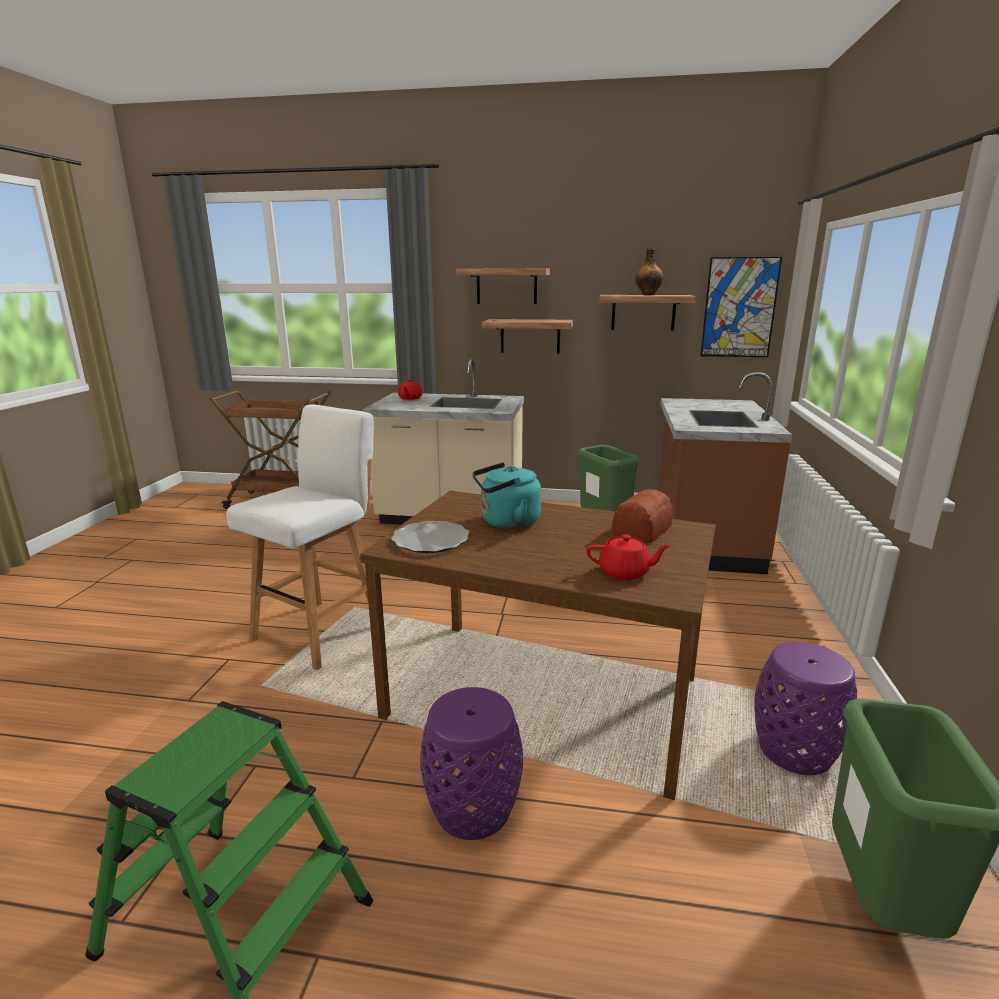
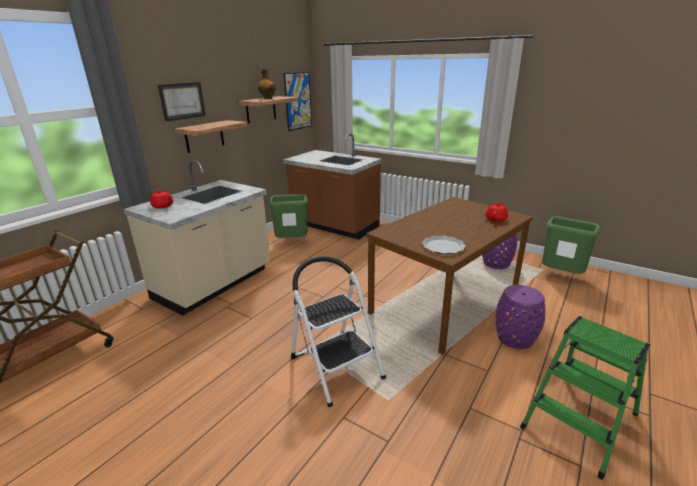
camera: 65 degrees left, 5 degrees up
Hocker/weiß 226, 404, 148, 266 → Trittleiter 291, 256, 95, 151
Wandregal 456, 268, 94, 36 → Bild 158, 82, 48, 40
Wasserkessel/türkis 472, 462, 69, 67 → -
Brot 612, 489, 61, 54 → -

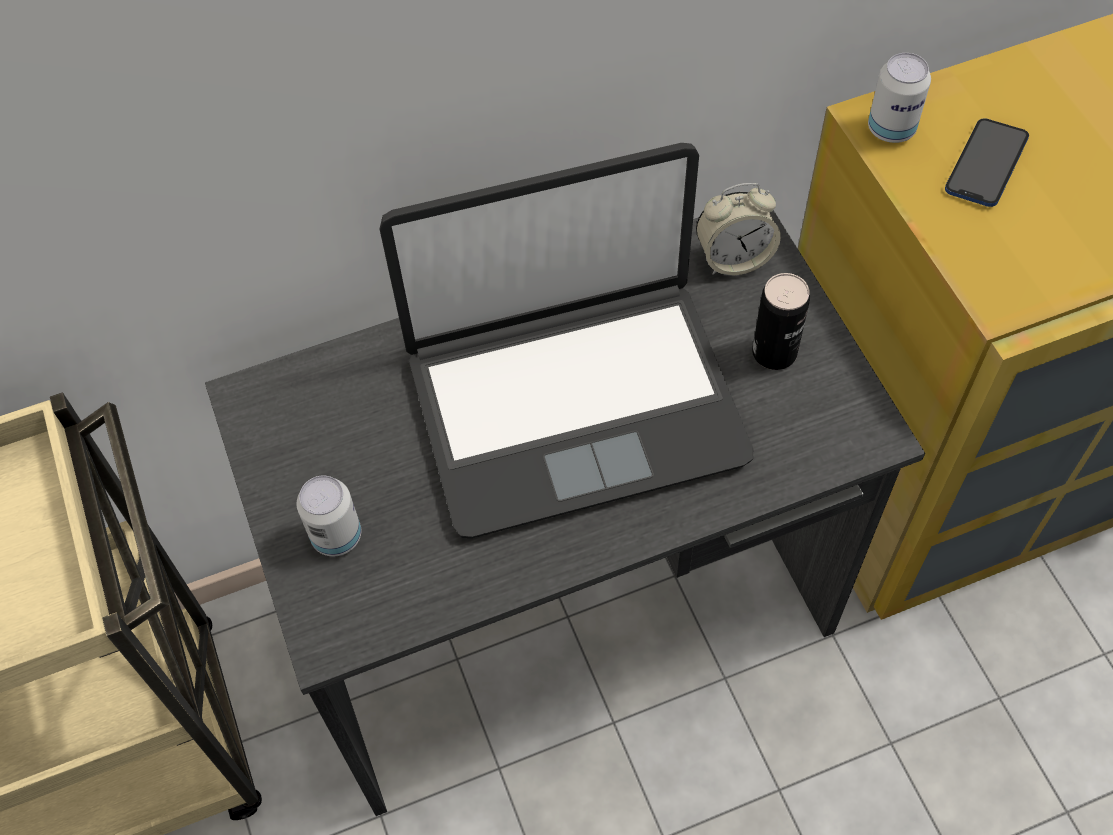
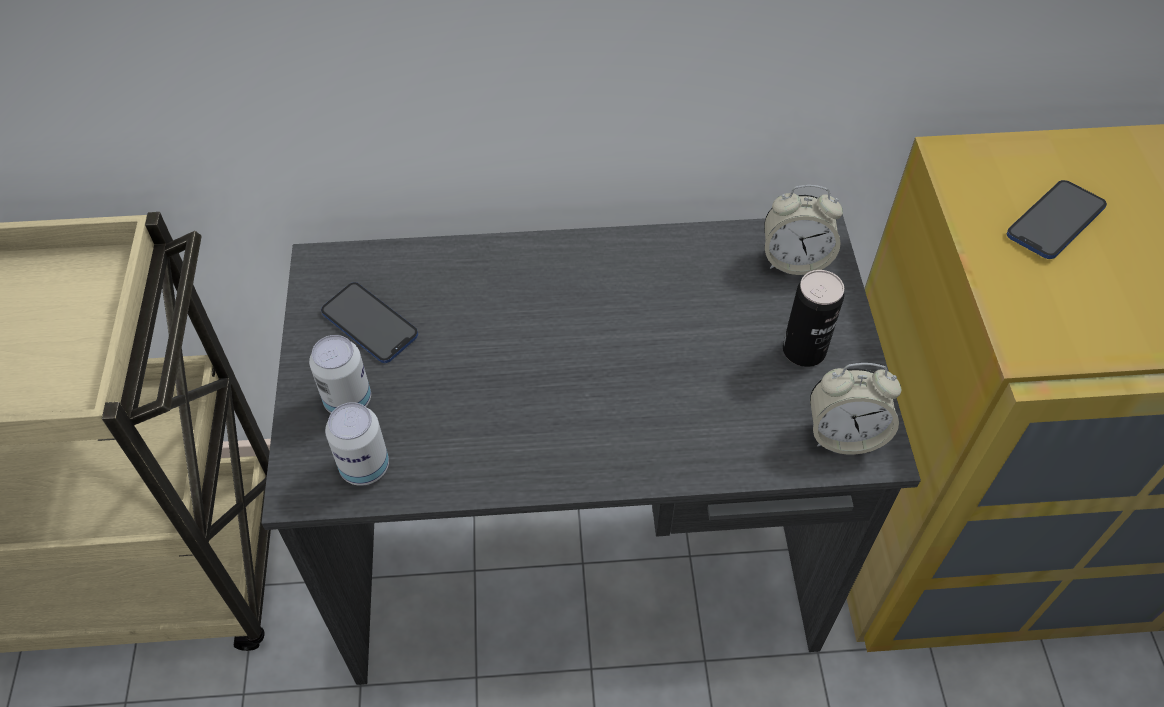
camera: 15 degrees right, 5 degrees down
Laptop 380, 143, 373, 395 → -
Dose 868, 53, 63, 90 → Dose 325, 402, 64, 84, shifted
- → Handy 321, 282, 97, 81
- → Wecker 810, 363, 91, 92

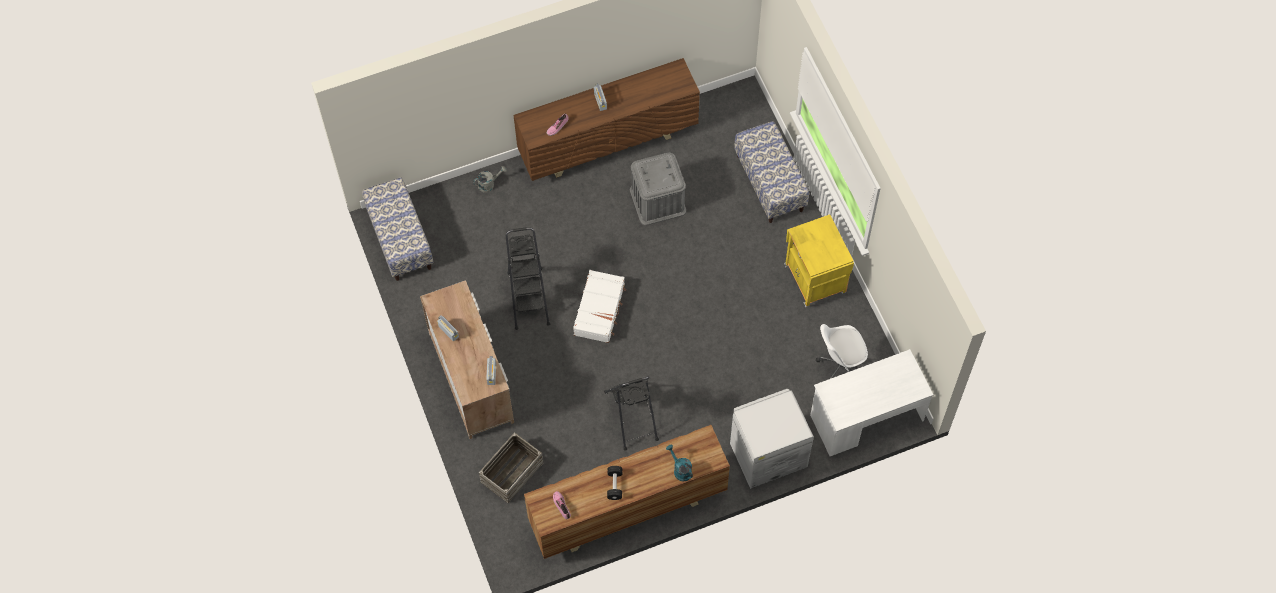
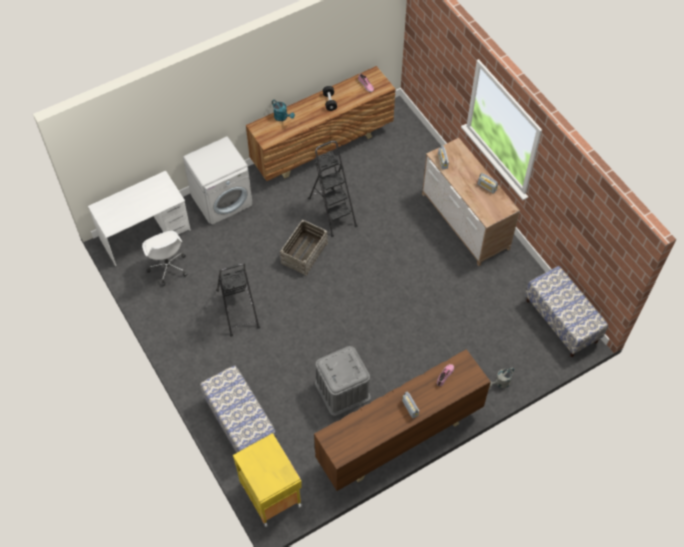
camera: 170 degrees right, 5 degrees down
Kiste 479, 432, 64, 71 → Kiste 280, 219, 48, 57, shifted
Trittleiter 506, 228, 44, 102 → Trittleiter 216, 263, 44, 73, shifted
Koffer/weiß 573, 270, 53, 73 → -
Rollwagen/gelb 784, 215, 70, 93 → Rollwagen/gelb 233, 433, 69, 94, shifted
Bürostuhl/weiß 815, 324, 53, 55 → Bürostuhl/weiß 142, 231, 45, 55, 90 degrees clockwise

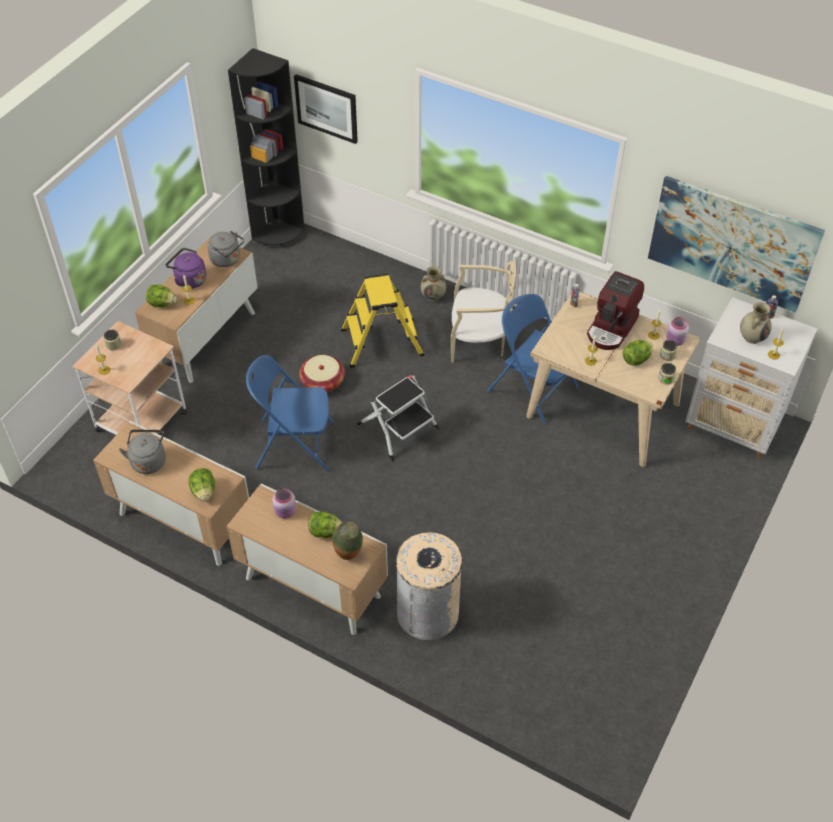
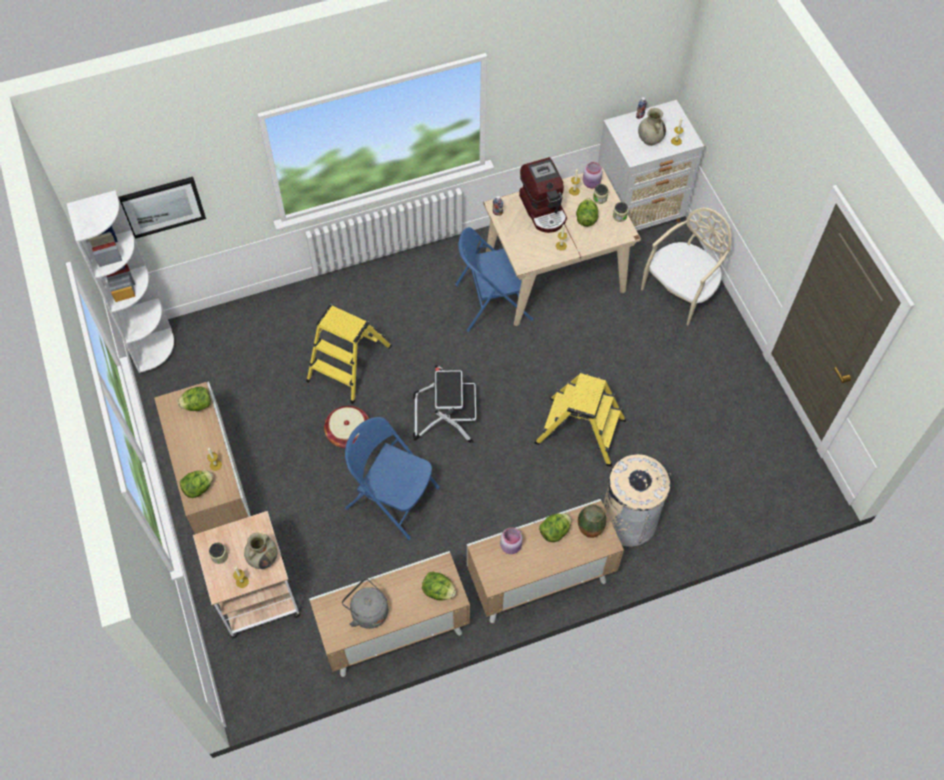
camera: 50 degrees left, 10 degrees up
Wasserkessel/lila 166, 248, 40, 41 → -
Wasserkessel/grau 207, 231, 37, 36 → Salatkopf 178, 387, 33, 24
Bücherregal/schwarz 228, 48, 77, 198 → Bücherregal/weiß 67, 190, 107, 183
Stuhl/blau 246, 355, 87, 116 → Stuhl/blau 345, 417, 95, 123, 75 degrees clockwise
Vase/beige 421, 266, 25, 35 → Vase/beige 244, 533, 33, 36, shifted
Stuhl/beige 451, 261, 65, 101 → Stuhl/beige 641, 207, 91, 119, shifted
Bild 648, 176, 177, 137 → -
- → Trittleiter/gelb 534, 371, 92, 96

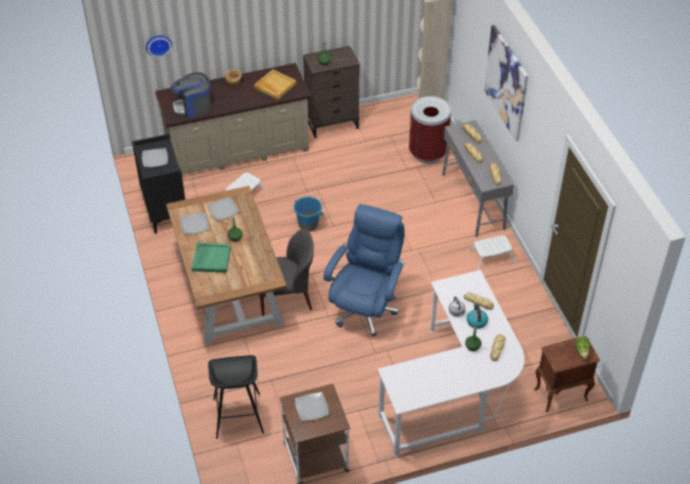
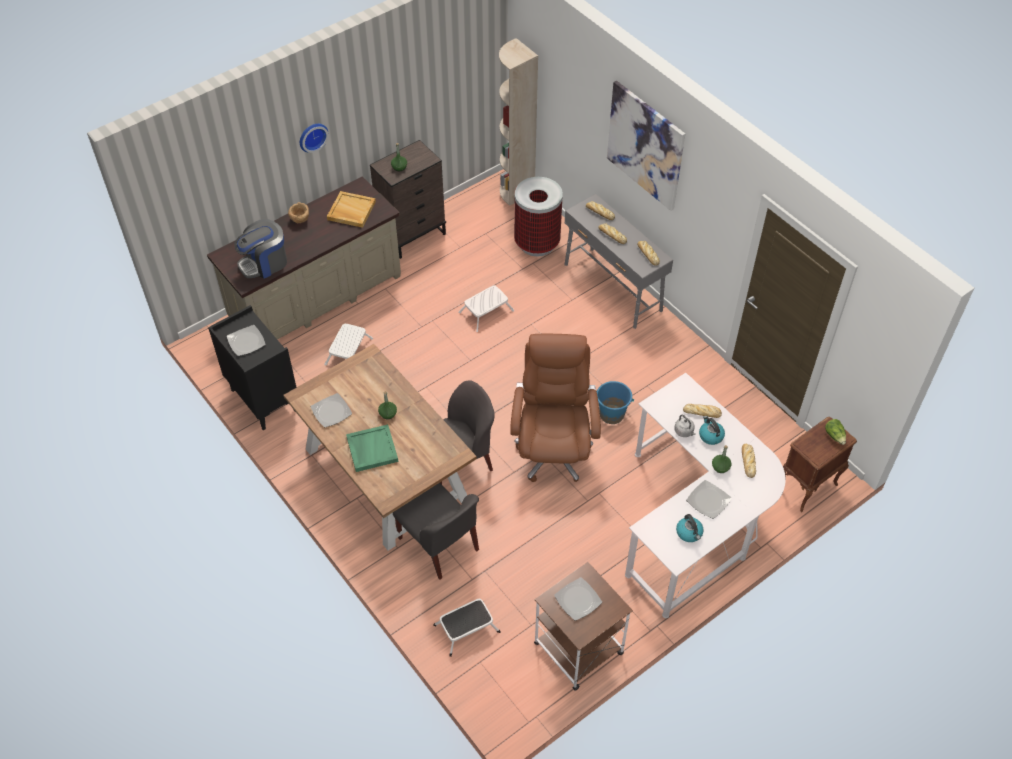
camera: 20 degrees left, 5 degrees up
Wanduhr 146, 35, 26, 23 → Wanduhr 300, 124, 29, 29, shifted
Teller 207, 197, 32, 23 → Teller 686, 480, 46, 39, shifted
Hocker/schwarz 208, 355, 56, 84 → Trittleiter/schwarz 433, 599, 68, 58
Eimer/blau 293, 196, 31, 35 → Eimer/blau 596, 381, 38, 43, shifted
Bürostuhl/blau 323, 204, 82, 132 → Bürostuhl/braun 510, 334, 91, 148
Trittleiter/weiß 468, 235, 48, 35 → Trittleiter/weiß 458, 285, 56, 47, shifted
- → Stuhl/grau 393, 483, 86, 97
- → Wasserkessel 676, 514, 28, 28

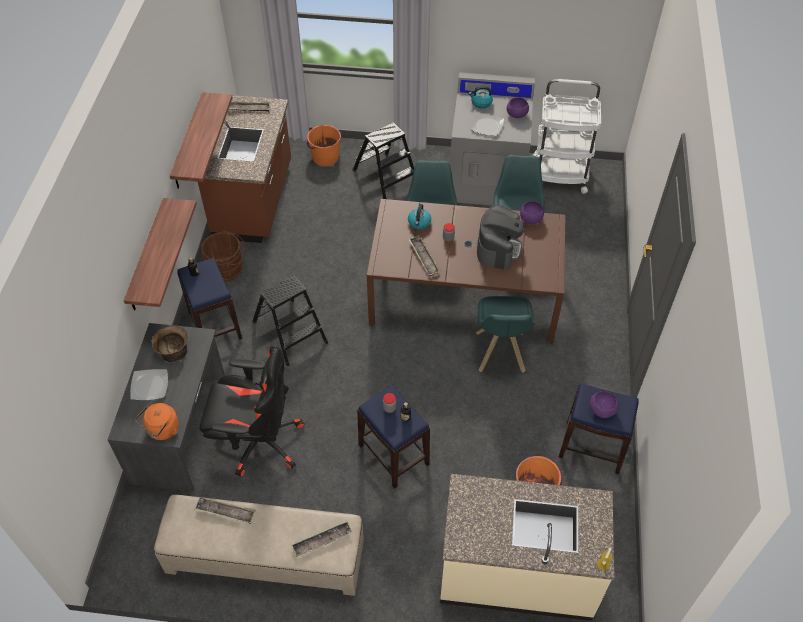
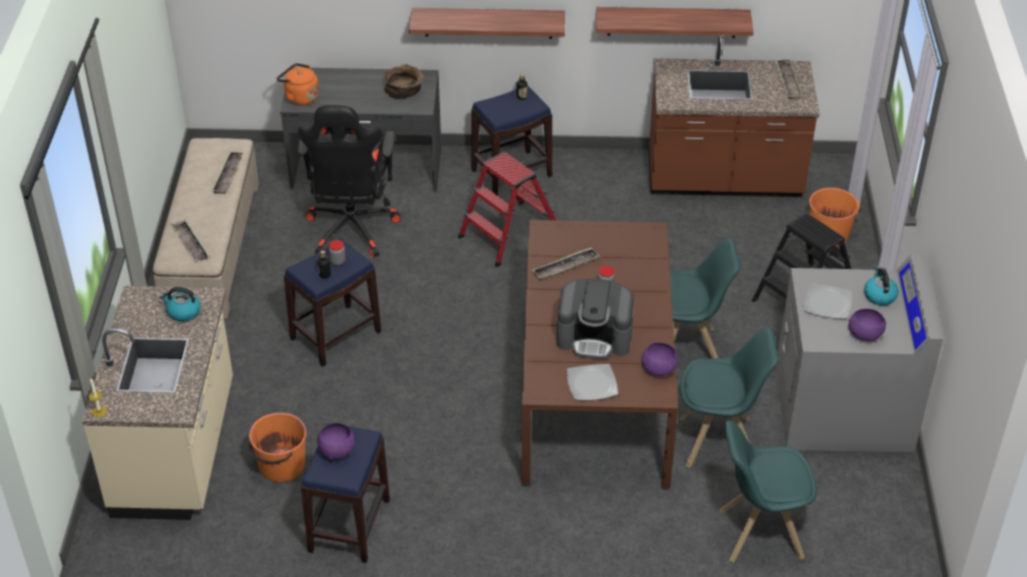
camera: 85 degrees right, 10 degrees down
Teller 130, 369, 38, 32 → Teller 567, 364, 51, 37, shifted
Eimer/braun 201, 231, 44, 51 → -
Trittleiter/schwarz 252, 275, 76, 91 → Trittleiter/rot 458, 151, 98, 116
Wasserkessel 408, 204, 23, 25 → Wasserkessel 160, 287, 41, 35, shifted
Stuhl/türkis 476, 296, 59, 77 → Stuhl/türkis 719, 420, 98, 143, shifted
Rollwagen/weiß 533, 79, 68, 115 → -

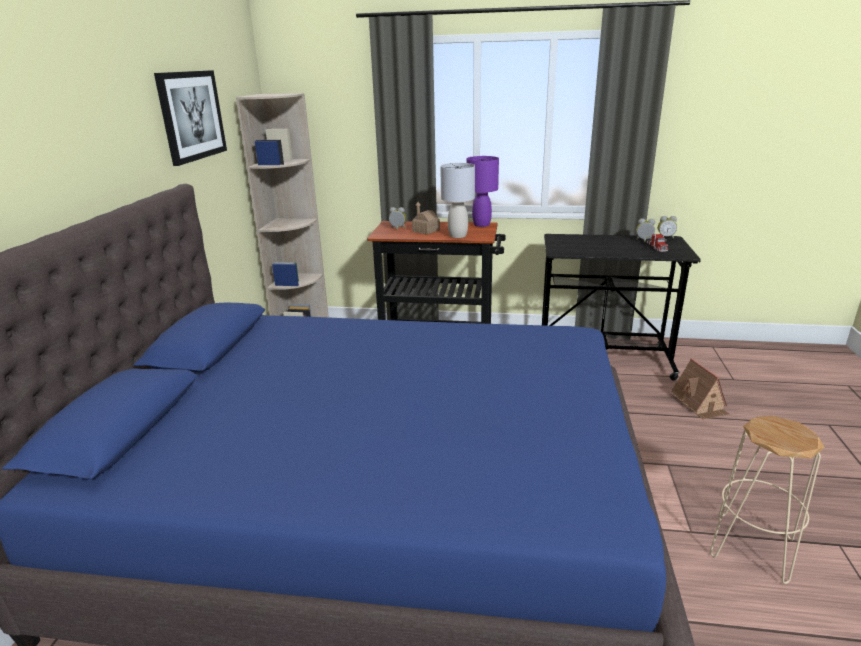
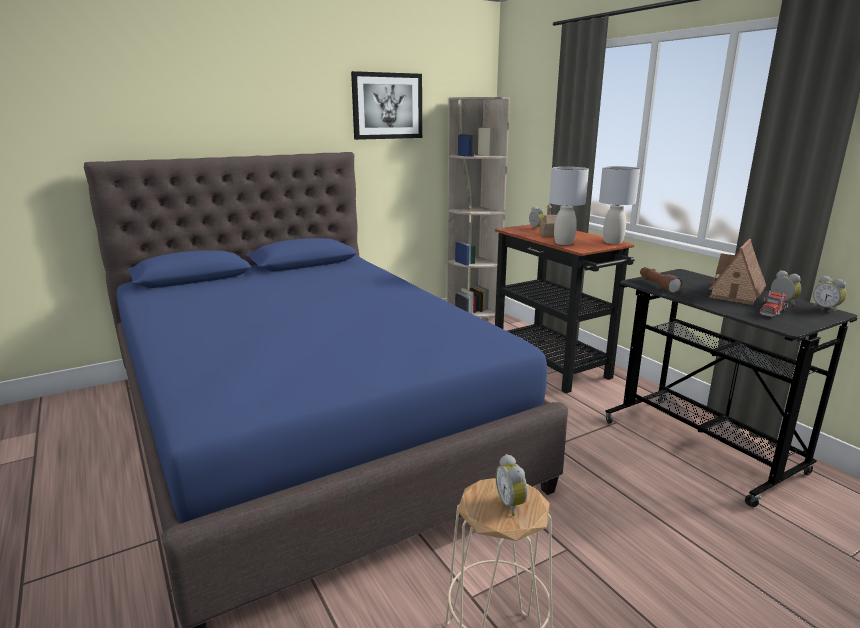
camera: 50 degrees right, 5 degrees down
Tischlampe/lila 466, 156, 33, 71 → Tischlampe/grau 599, 166, 41, 78
Spielzeughaus 671, 358, 58, 61 → Spielzeughaus 709, 239, 57, 66, shifted
- → Wecker 496, 454, 31, 62
- → Taschenlampe/braun 640, 267, 43, 26

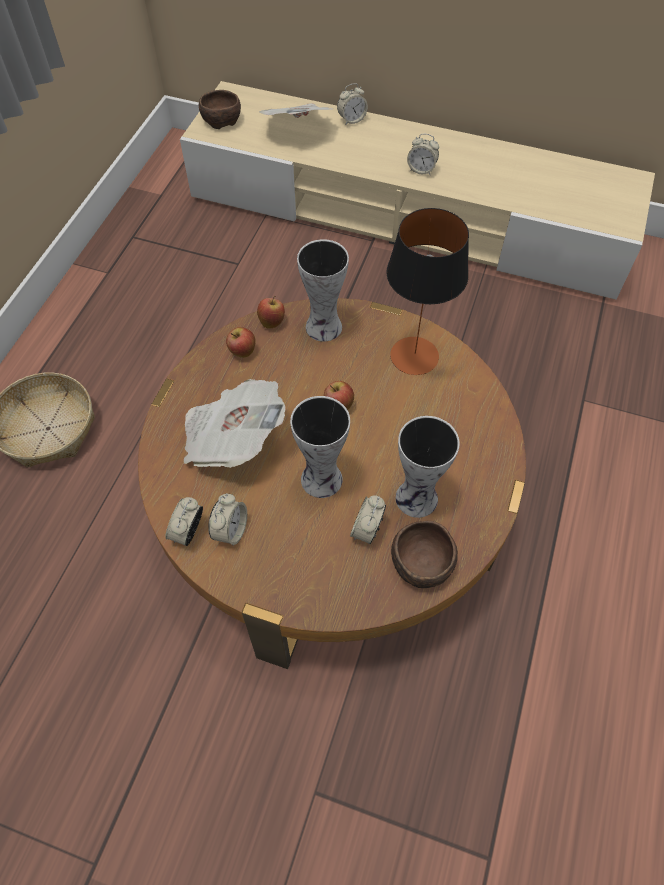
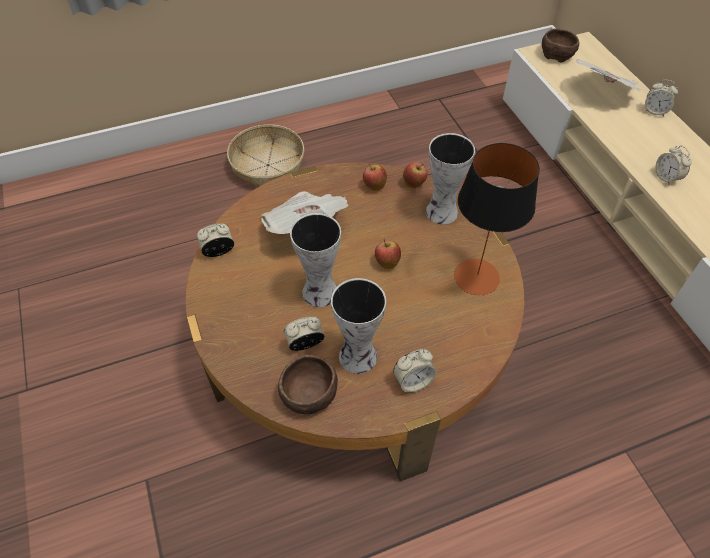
camera: 50 degrees right, 5 degrees down
Wecker 208, 493, 39, 53 → Wecker 393, 349, 44, 44, shifted

